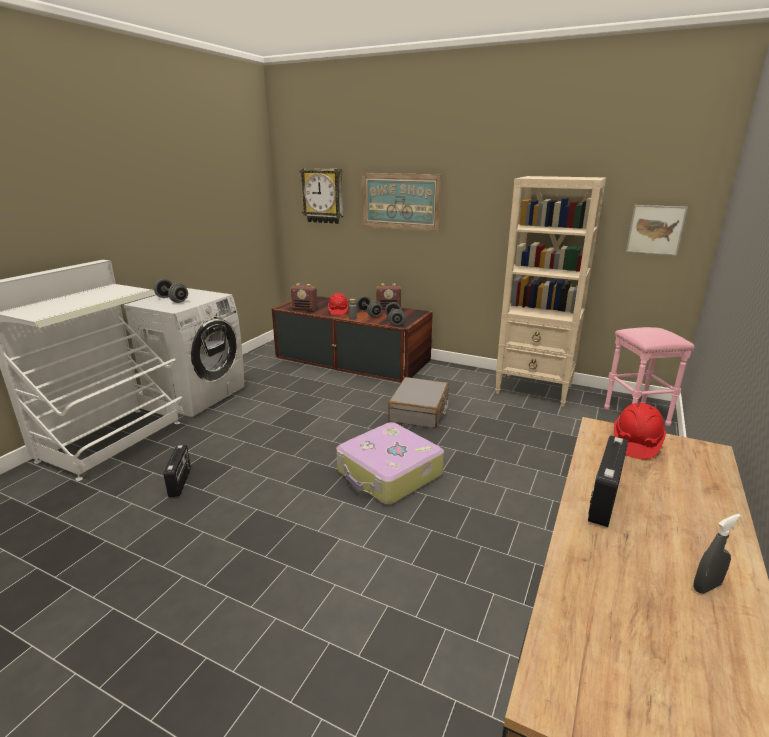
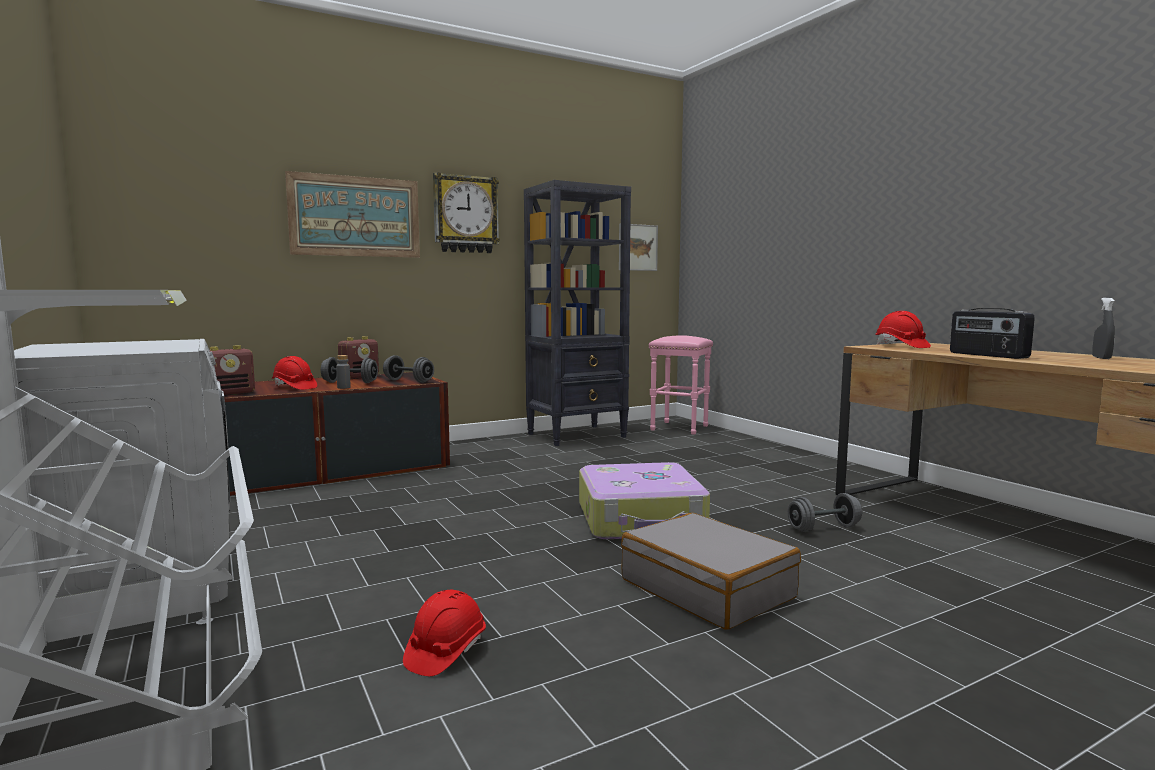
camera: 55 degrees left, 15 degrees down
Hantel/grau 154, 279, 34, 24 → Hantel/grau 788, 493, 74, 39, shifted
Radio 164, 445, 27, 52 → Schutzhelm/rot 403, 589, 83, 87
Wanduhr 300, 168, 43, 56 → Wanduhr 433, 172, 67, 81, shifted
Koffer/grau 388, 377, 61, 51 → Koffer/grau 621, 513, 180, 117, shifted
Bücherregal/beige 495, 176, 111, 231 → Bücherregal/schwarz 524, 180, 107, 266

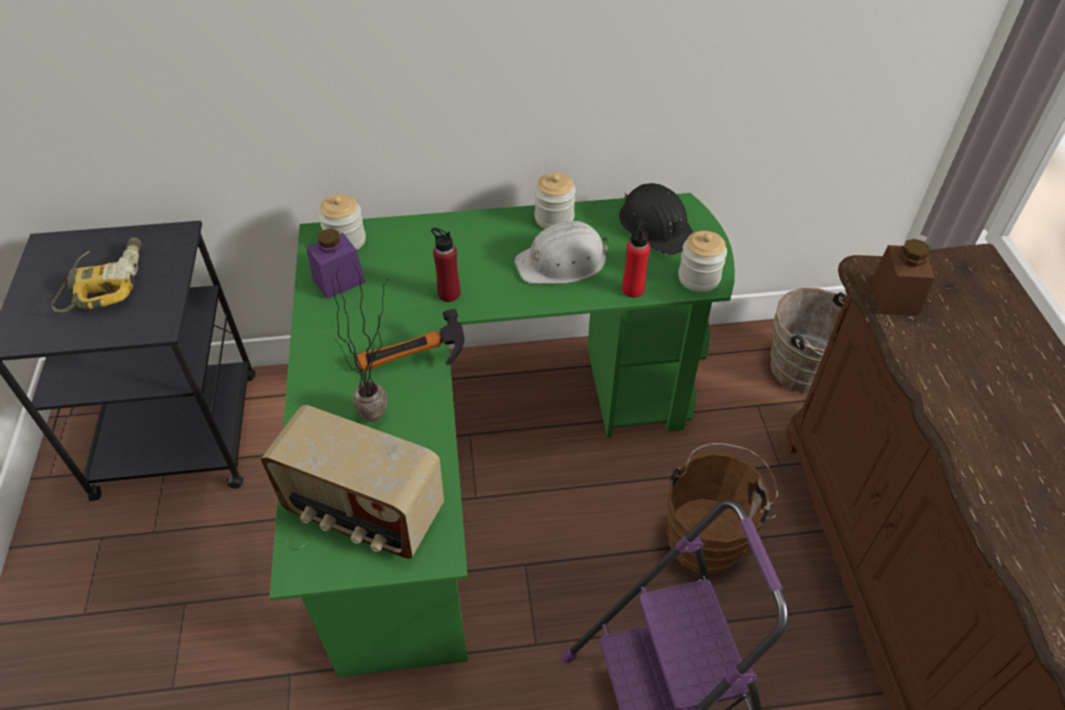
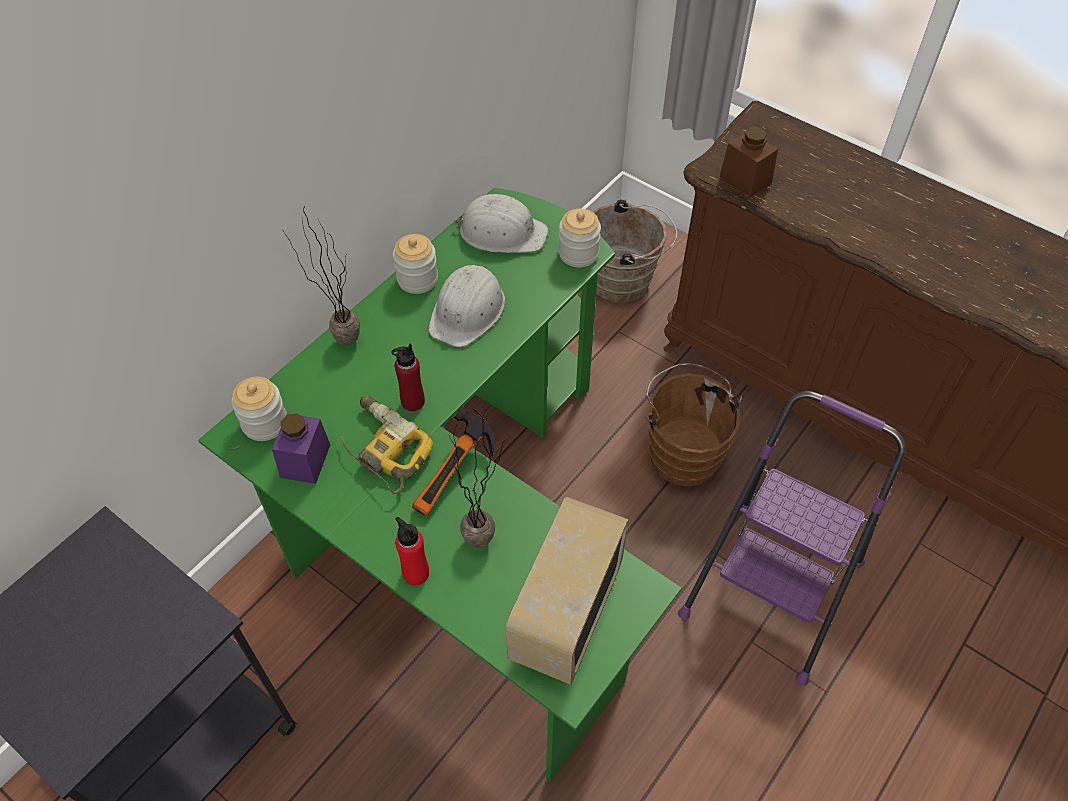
camera: 45 degrees left, 5 degrees up
Bohrmaschine 51, 237, 90, 76 → Bohrmaschine 339, 396, 94, 98, shifted
Radio 261, 405, 183, 154 → Radio 505, 497, 124, 188, 135 degrees clockwise
Schutzhelm/schwarz 619, 183, 74, 72 → Schutzhelm/weiß 454, 194, 94, 59
Flasche/rot 622, 219, 28, 79 → Flasche/rot 395, 517, 34, 69, shifted
- → Topfpflanze 282, 209, 78, 137

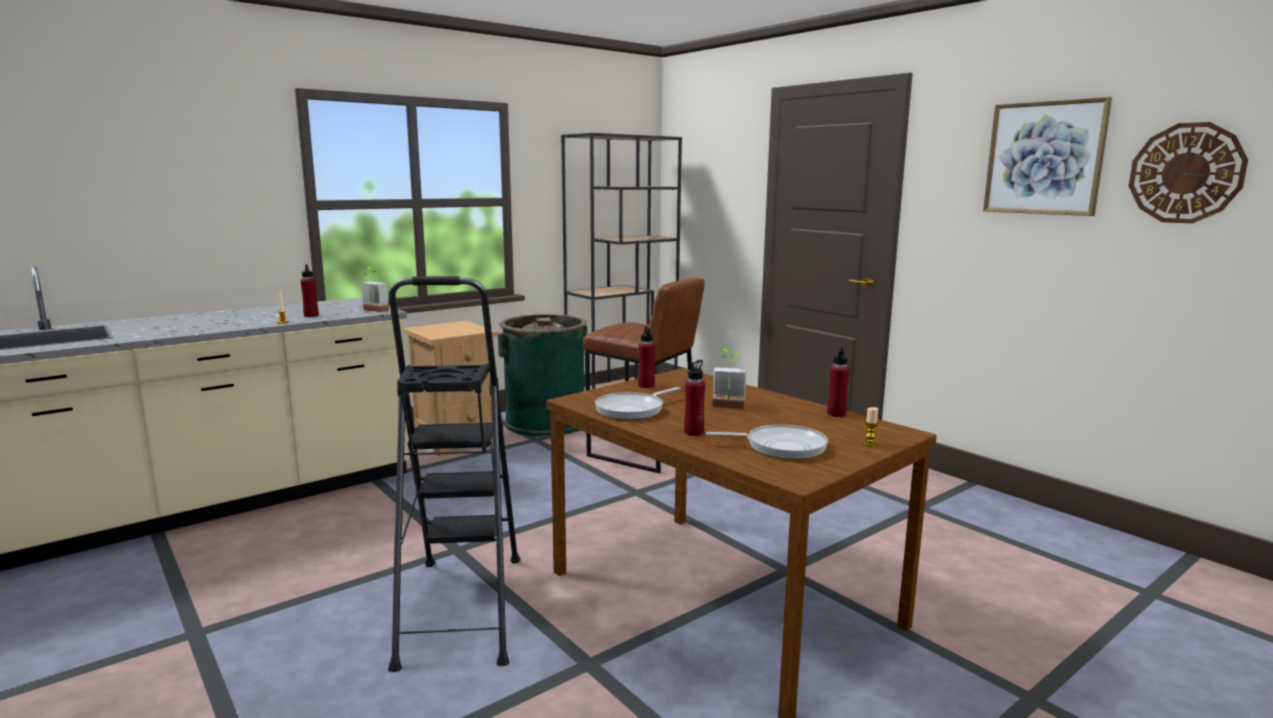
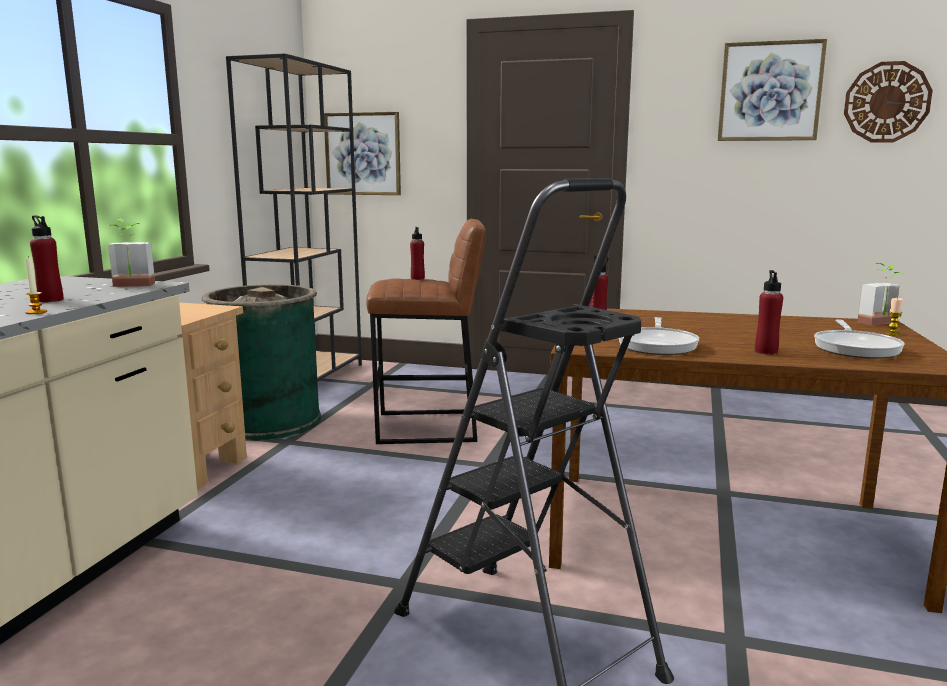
camera: 35 degrees left, 0 degrees up
Pfanne 706, 425, 122, 35 → Pfanne 814, 319, 90, 40, 135 degrees clockwise
Topfpflanze 712, 349, 34, 60 → Topfpflanze 857, 263, 45, 62, shifted
Flasche/rot 827, 347, 22, 70 → Flasche/rot 410, 227, 15, 53, shifted
- → Bild 324, 112, 77, 83

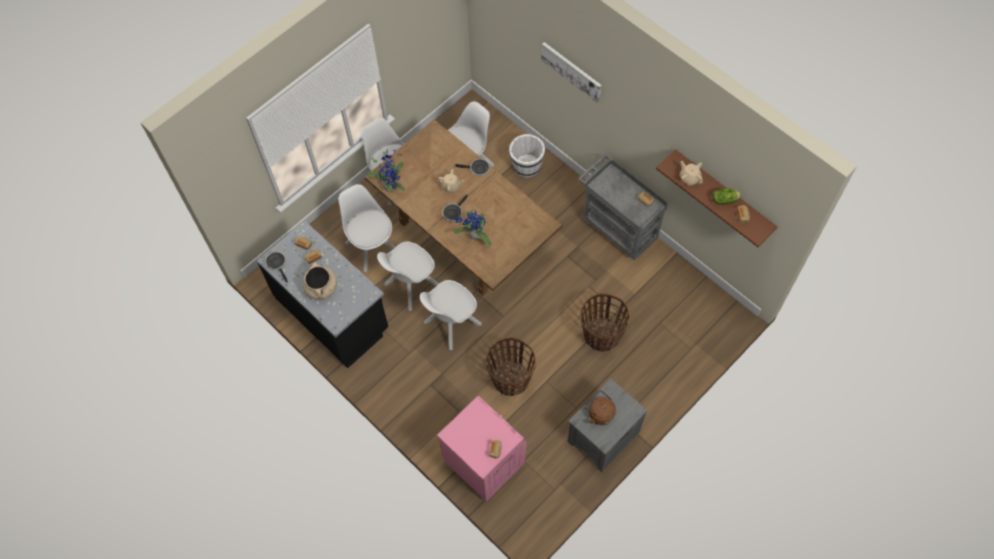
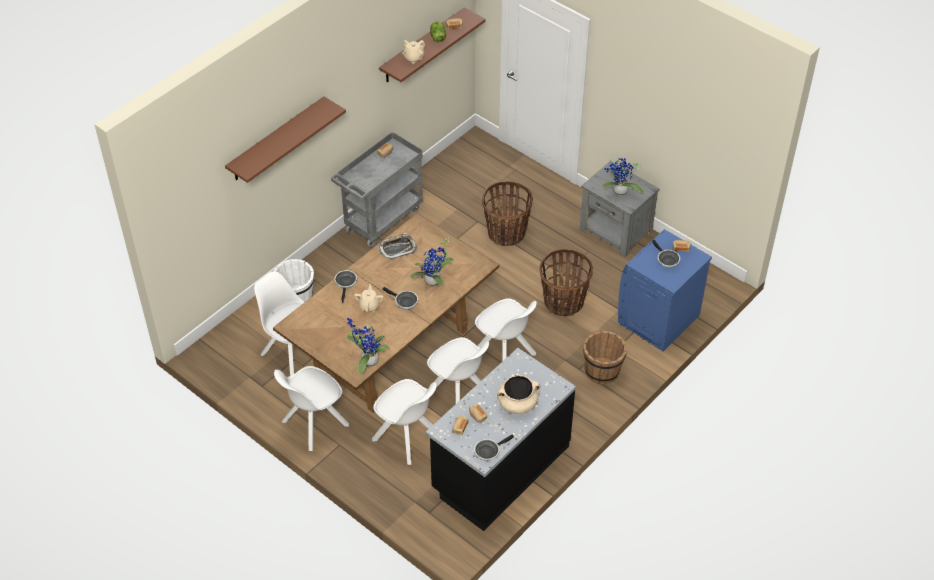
camera: 95 degrees left, 15 degrees down
Stuhl/weiß 339, 184, 56, 88 → Stuhl/weiß 372, 379, 65, 86, 105 degrees counterclockwise
Waschmaschine/rosa 437, 396, 89, 106 → Waschmaschine/blau 618, 229, 94, 123
Bild 541, 42, 61, 61 → Wandregal/braun 225, 97, 121, 86
Wasserkessel/braun 585, 390, 31, 35 → Topfpflanze 603, 158, 41, 38
- → Tablett 378, 233, 39, 27
- → Eimer/braun 583, 331, 44, 53
- → Pfanne 652, 240, 28, 28

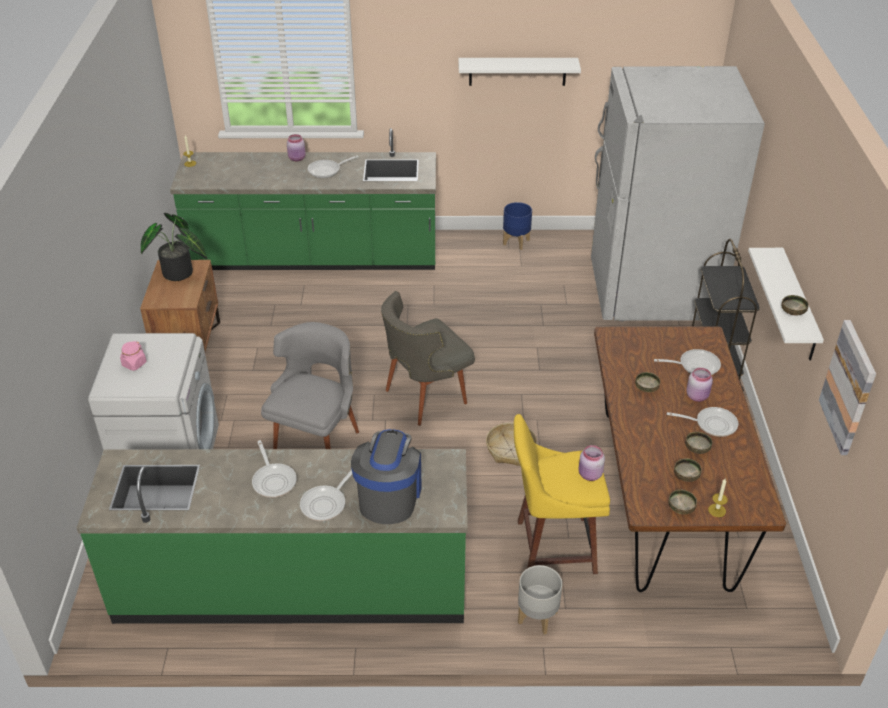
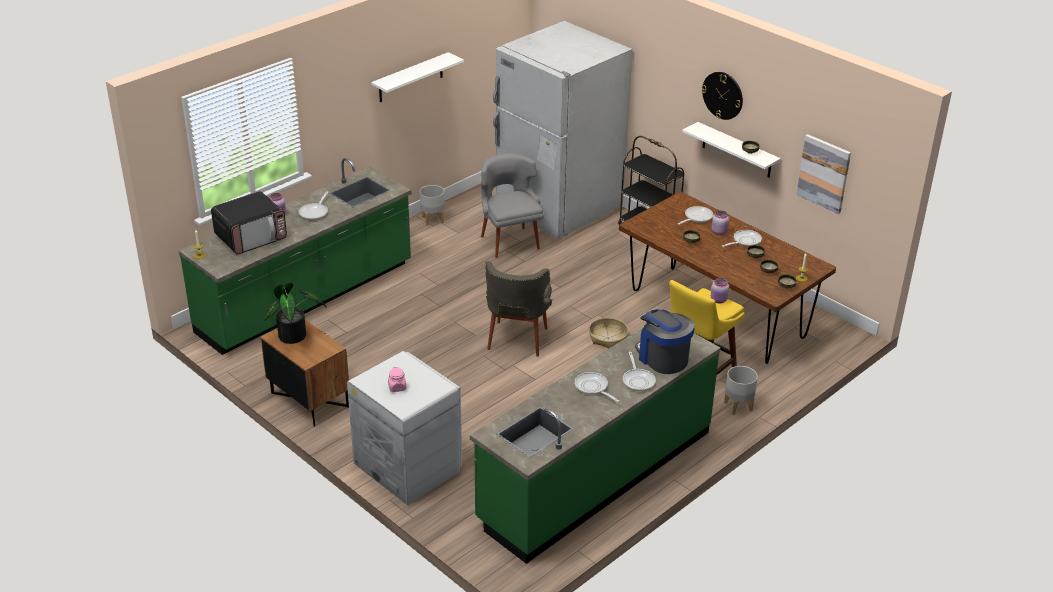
camera: 45 degrees left, 5 degrees down
Pfanne 252, 440, 45, 58 → Pfanne 575, 372, 44, 30, 150 degrees counterclockwise
Stuhl/grau 261, 322, 98, 127 → Stuhl/grau 481, 153, 63, 105, shifted
Pflanzkübel/blau 503, 202, 29, 48 → Pflanzkübel/grau 420, 185, 25, 41
- → Mikrowelle 211, 191, 76, 64
- → Wanduhr 702, 72, 41, 48

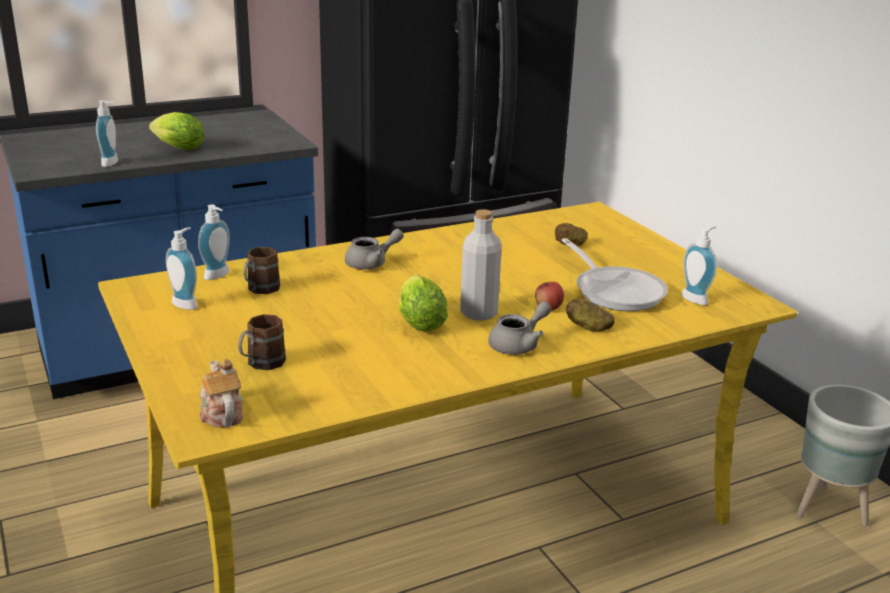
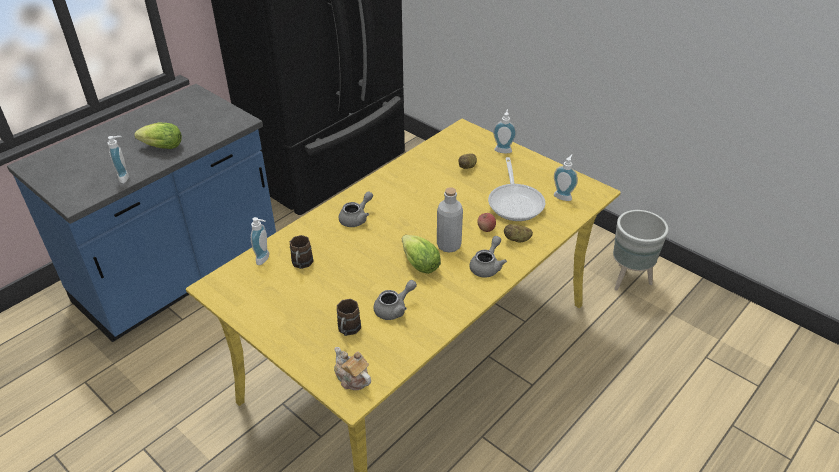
camera: 20 degrees left, 15 degrees up
Seifenspender 166, 227, 32, 83 → Seifenspender 493, 109, 24, 44, shifted
Pfanne 561, 238, 107, 73 → Pfanne 488, 157, 58, 64, 45 degrees clockwise
- → Teekanne/grau 374, 280, 43, 40

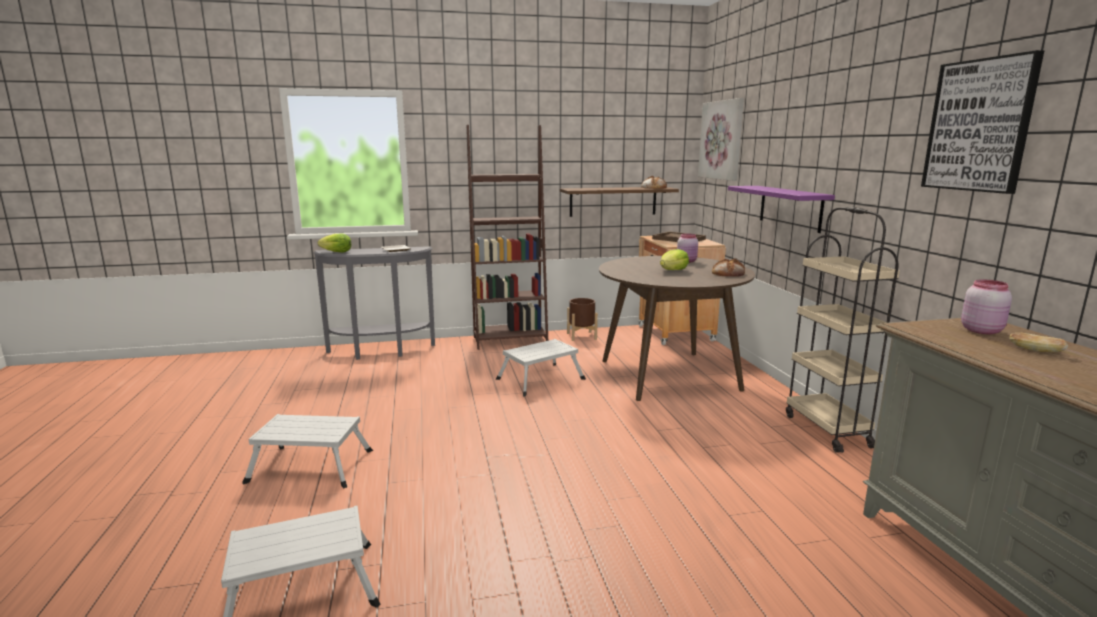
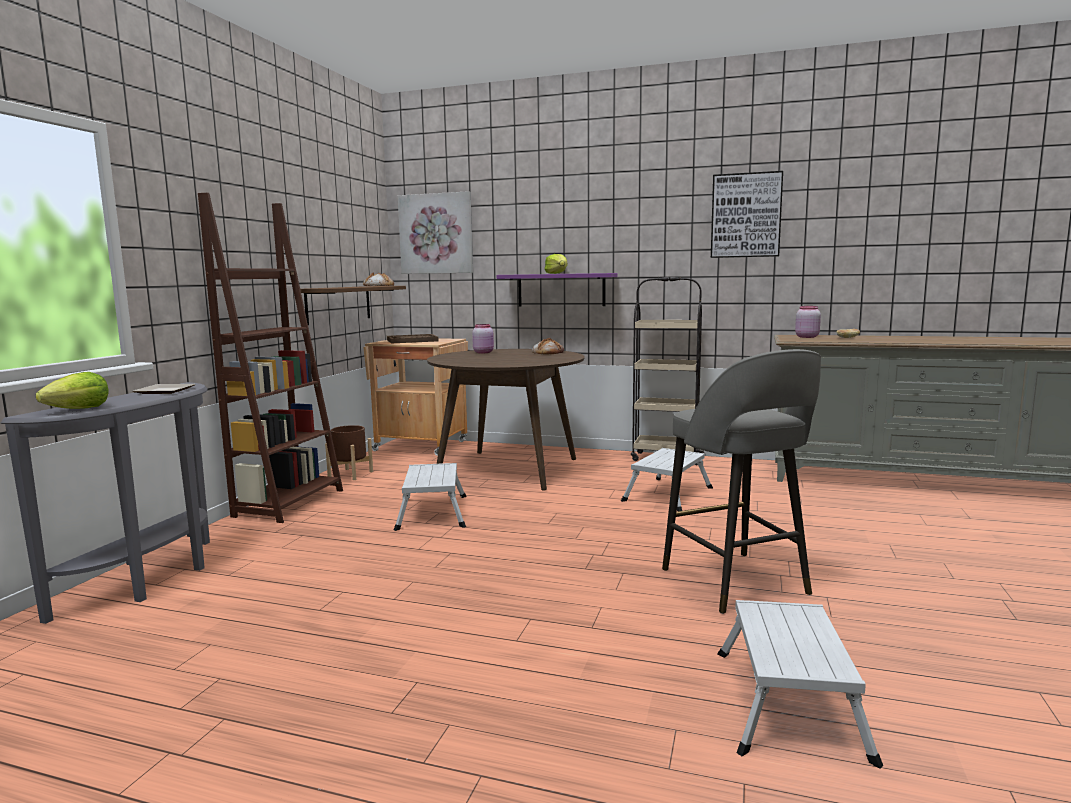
camera: 60 degrees left, 5 degrees down
Trittleiter/weiß 242, 414, 131, 74 → Trittleiter/weiß 621, 448, 92, 63, shifted
Salatkopf 660, 249, 29, 21 → Salatkopf 545, 254, 23, 20, shifted
- → Hocker/grau 662, 349, 159, 265

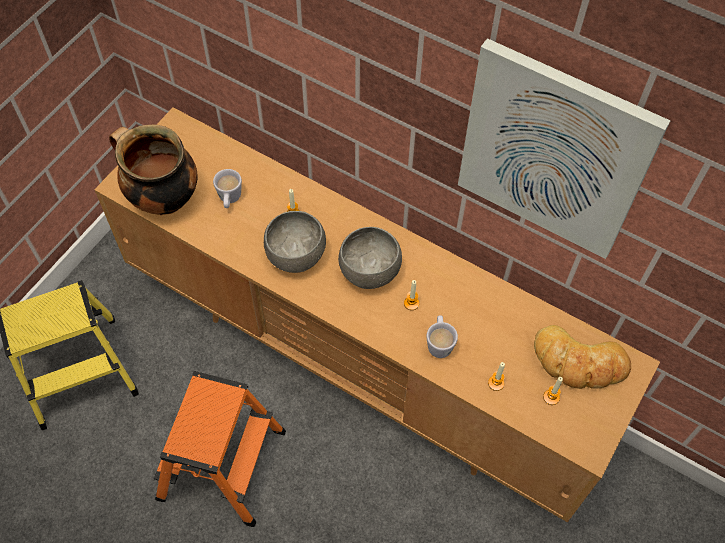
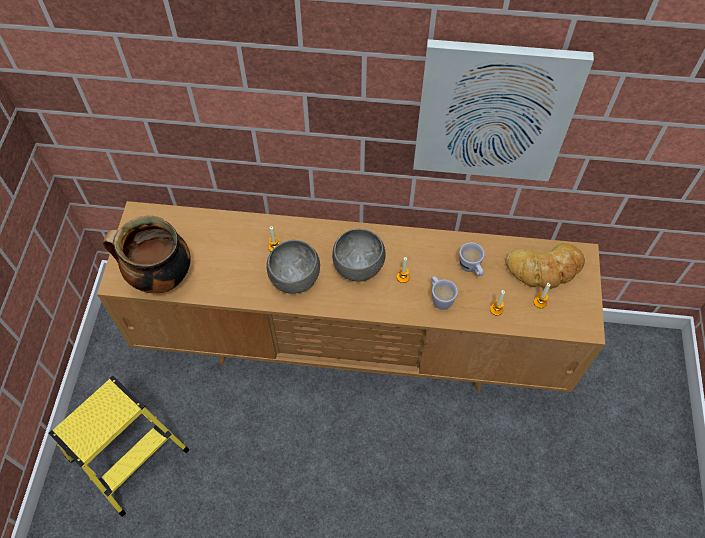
camera: 25 degrees left, 0 degrees up
Trittleiter/orange 154, 371, 132, 156 → -
Henkelbecher/weiß 213, 169, 29, 39 → Henkelbecher/weiß 459, 242, 26, 34, shifted

